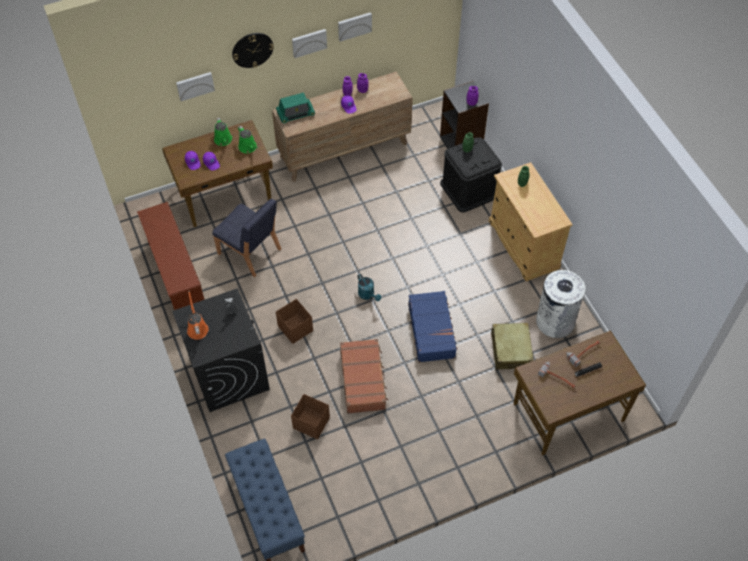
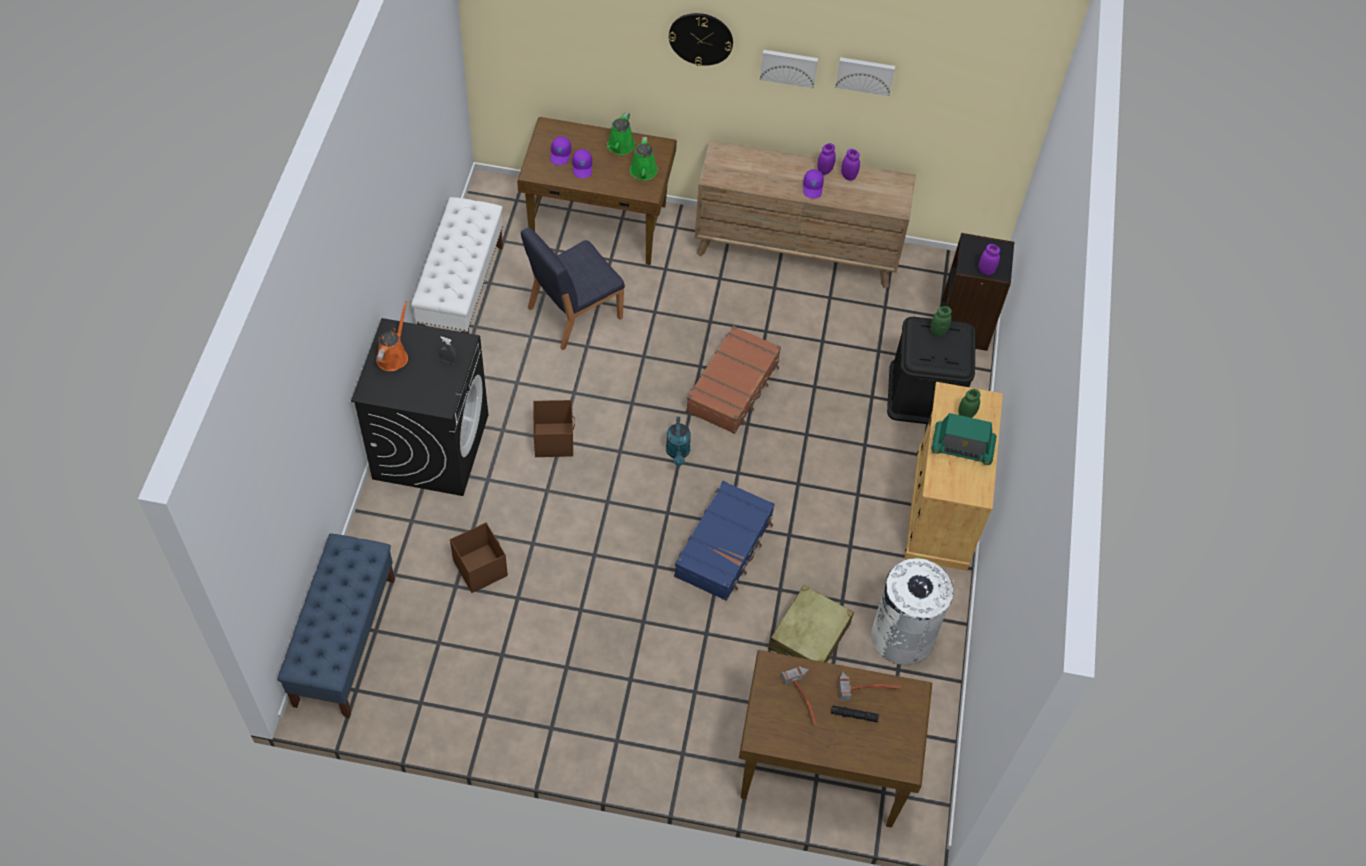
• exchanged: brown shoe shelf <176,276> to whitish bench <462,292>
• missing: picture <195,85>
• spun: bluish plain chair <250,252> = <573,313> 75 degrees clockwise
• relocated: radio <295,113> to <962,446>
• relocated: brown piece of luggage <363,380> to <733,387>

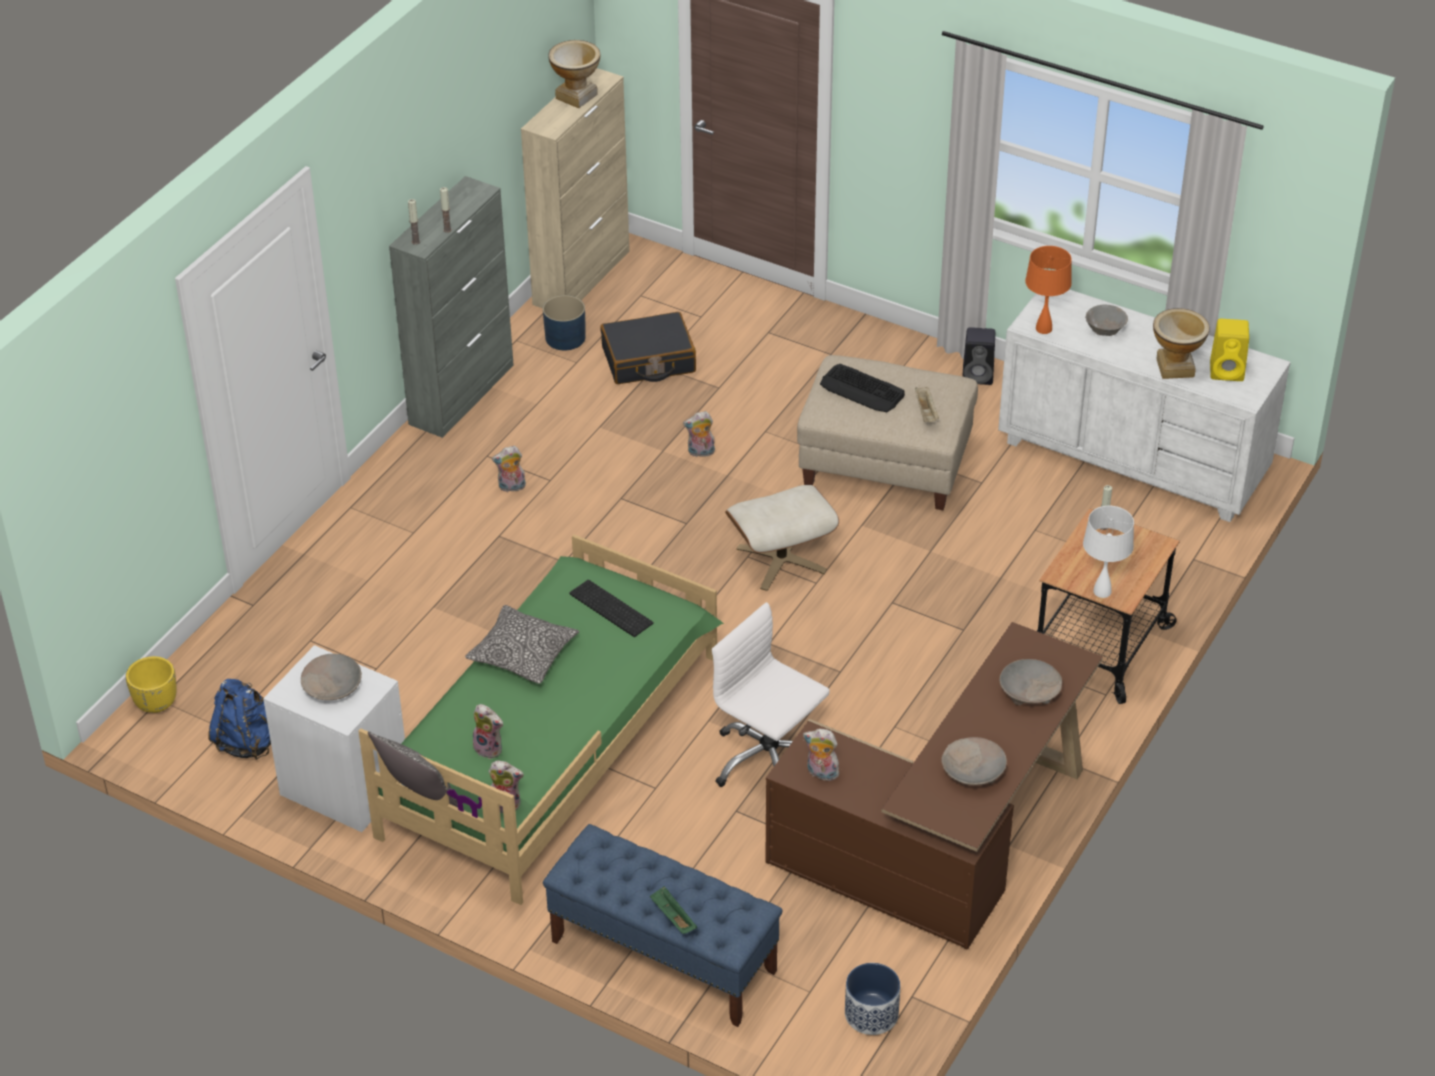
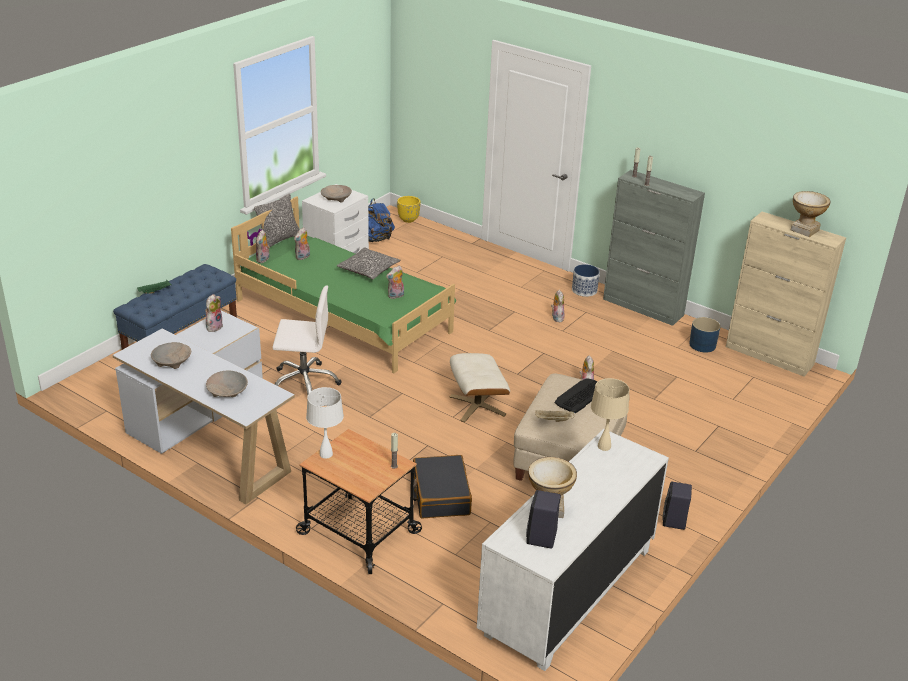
• exchanged: PC keyboard <609,609> to soft toy <396,296>
• relocated: blackish piece of luggage <648,360> to <440,495>
• spun: whitish computer chair <768,761> = <304,382> 45 degrees clockwise
• colour: brown desk table <943,842> to whitish desk table <212,437>
• relocated: plant pot <871,1013> to <584,290>
• colour: orangey lamp for a table <1043,329> to beige lamp for a table <604,446>
• missing: greyish serving bowl <1105,331>
• colour: yellowish speaker <1228,371> to blackish speaker <541,538>

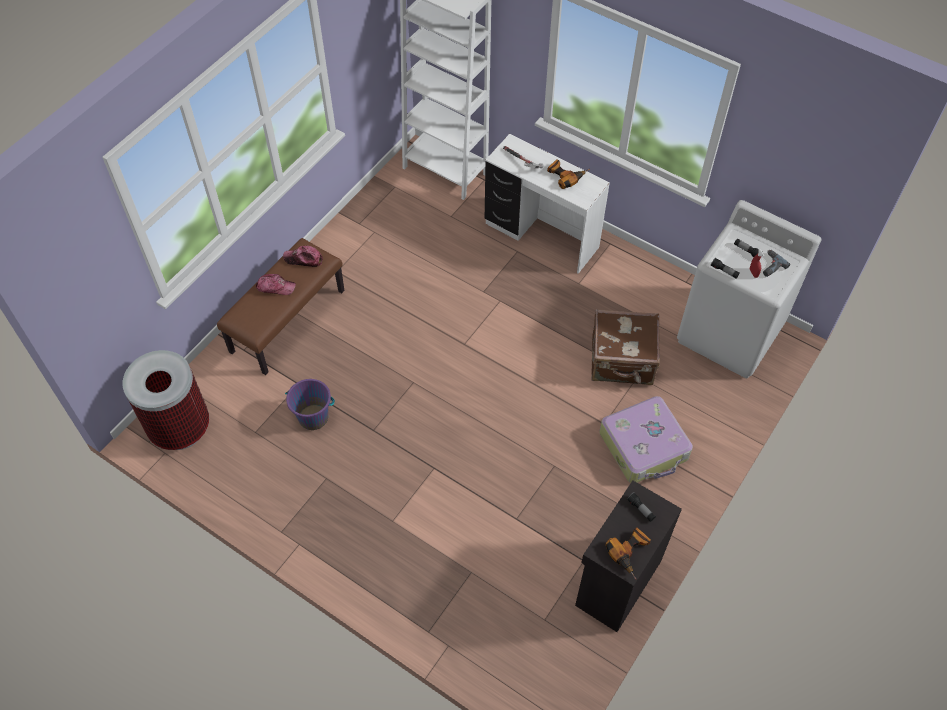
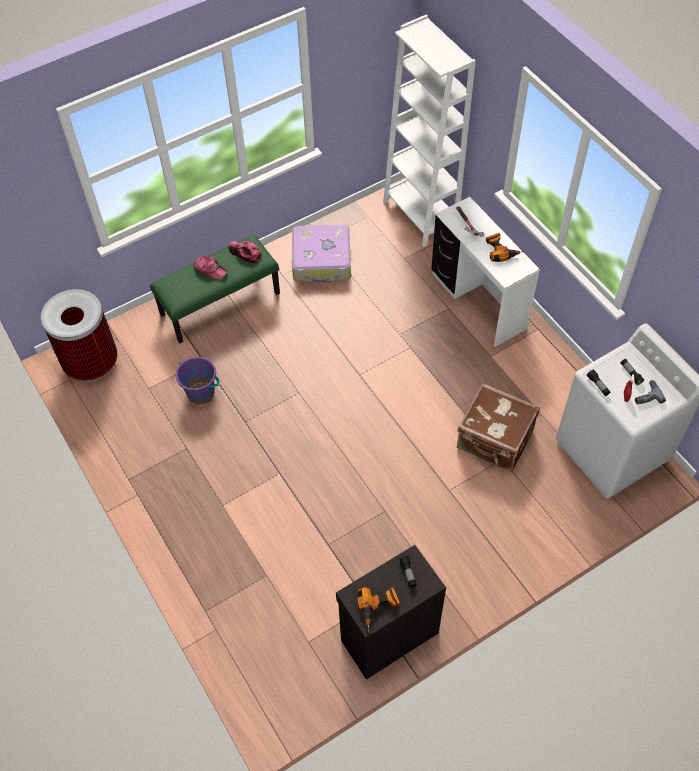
• colour: brown bench <287,320> to greenish bench <220,303>
• relocated: piece of luggage <644,446> to <322,261>

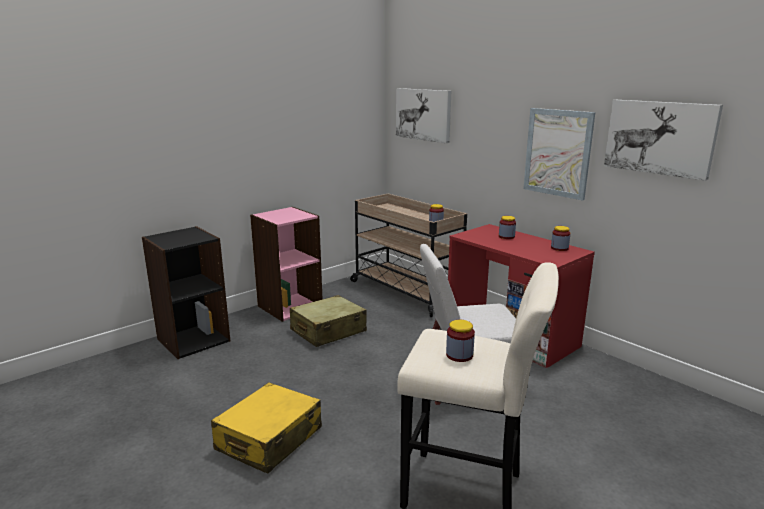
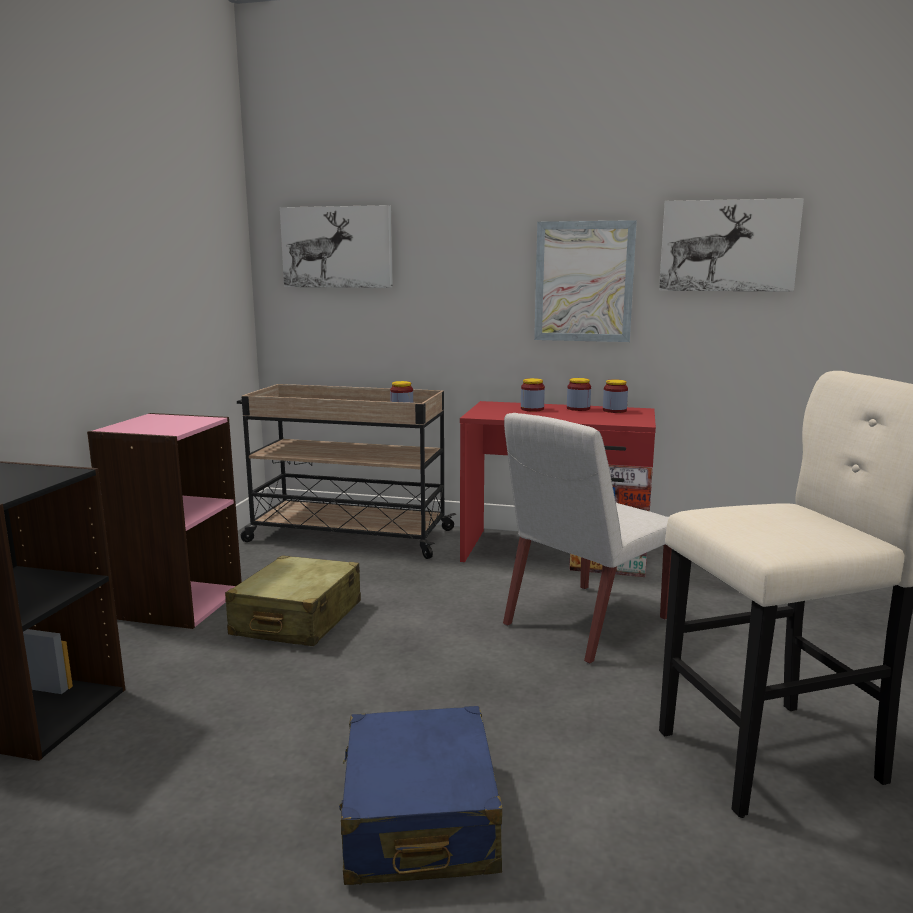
• colour: yellowish piece of luggage <269,439> to bluish piece of luggage <419,819>
• relocated: jar <459,355> to <578,408>

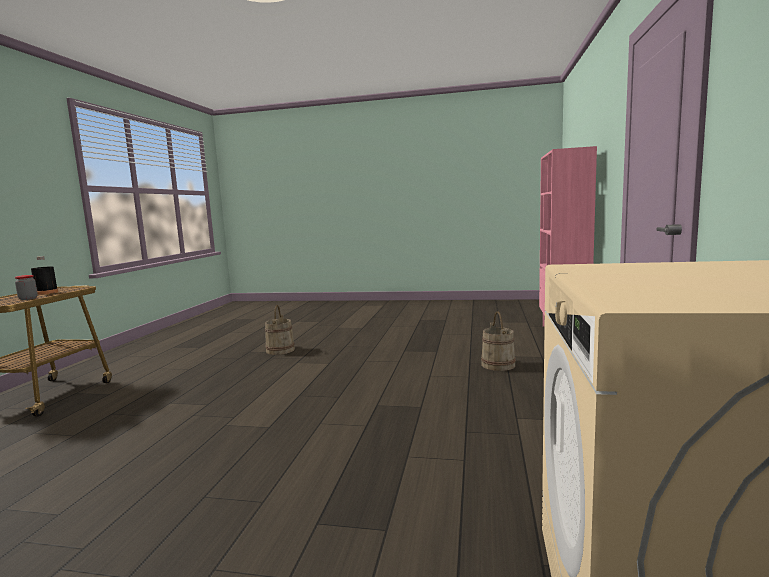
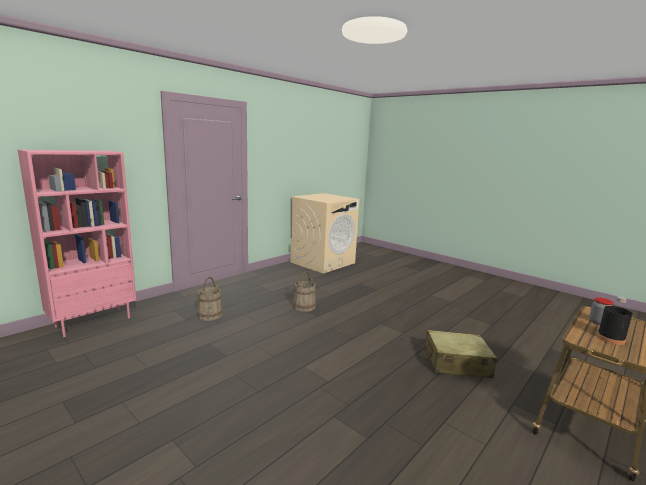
• relocated: beige pail <280,350> to <304,306>
• appeared: beige piece of luggage <456,363>

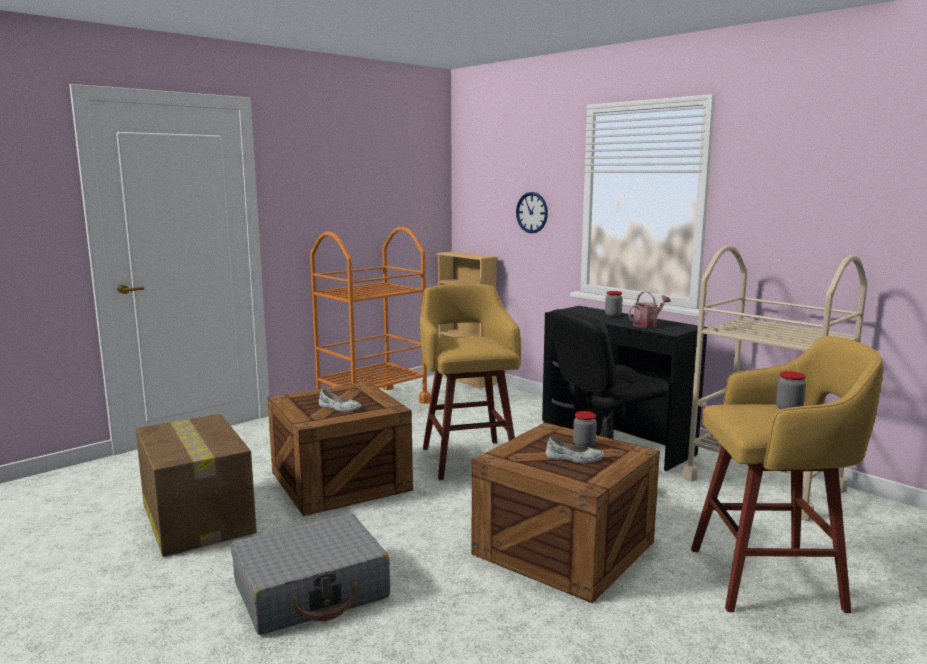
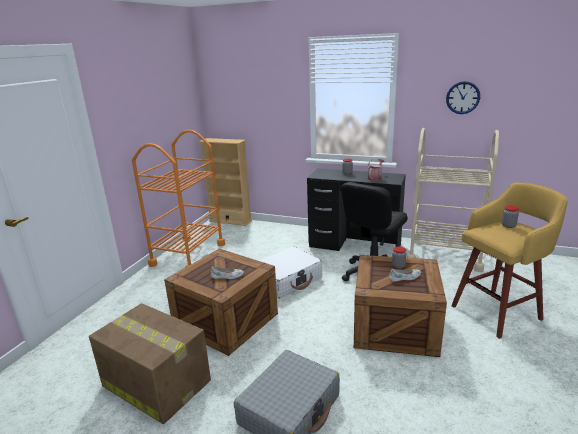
• exchanged: yellowish stool seat <468,458> to whitish piece of luggage <287,280>
• relocated: wall clock <532,212> to <463,97>

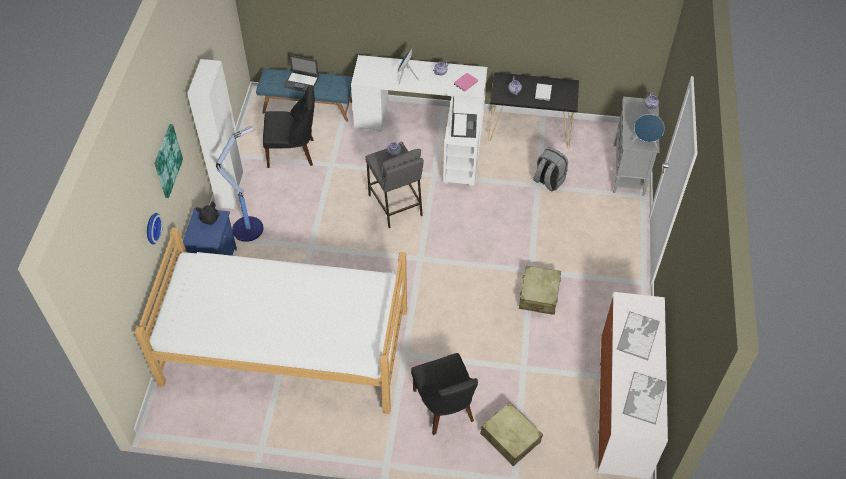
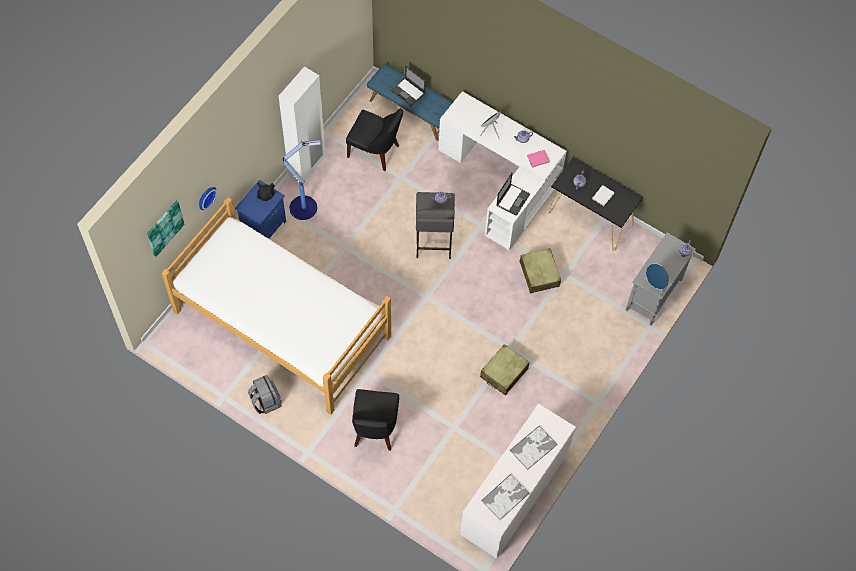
• relocated: picture <167,161> to <164,228>
• relocated: beige piece of luggage <510,438> to <539,274>
• relocated: greyish backpack <548,181> to <265,401>

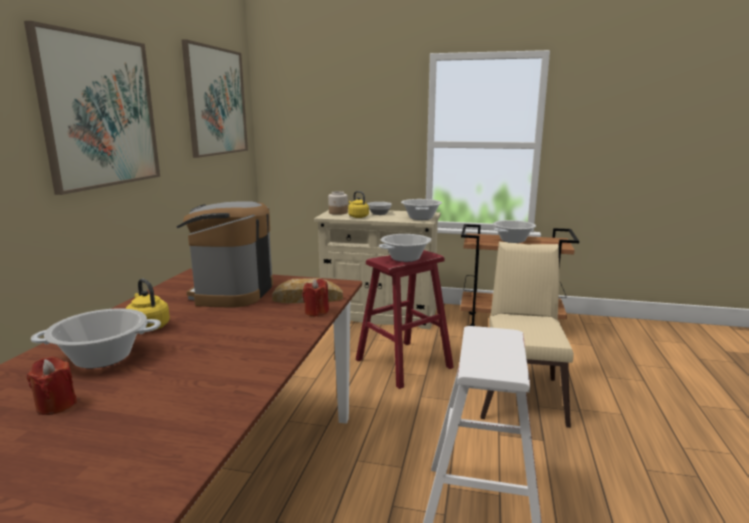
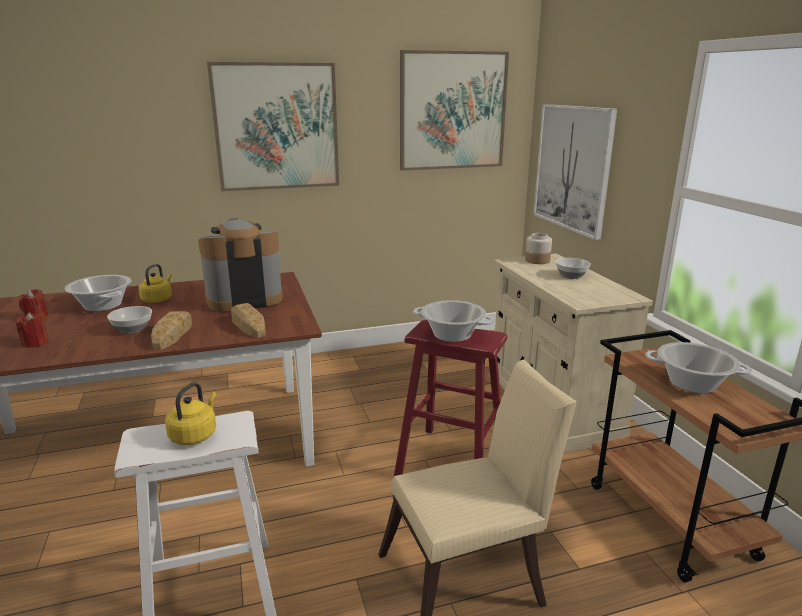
• relocated: red-coloured wax candle <316,312> to <35,343>
• relocated: yellowish kettle <357,216> to <195,435>
• missing: cooking pot <420,218>
• appeared: serving bowl <133,329>
• appeared: bread <172,335>
• appeared: picture <572,168>

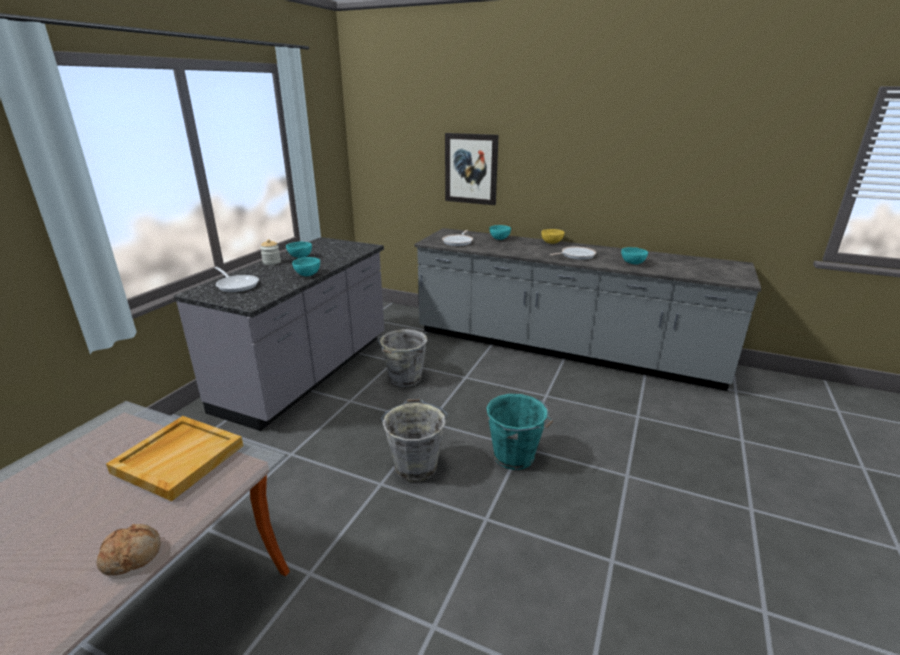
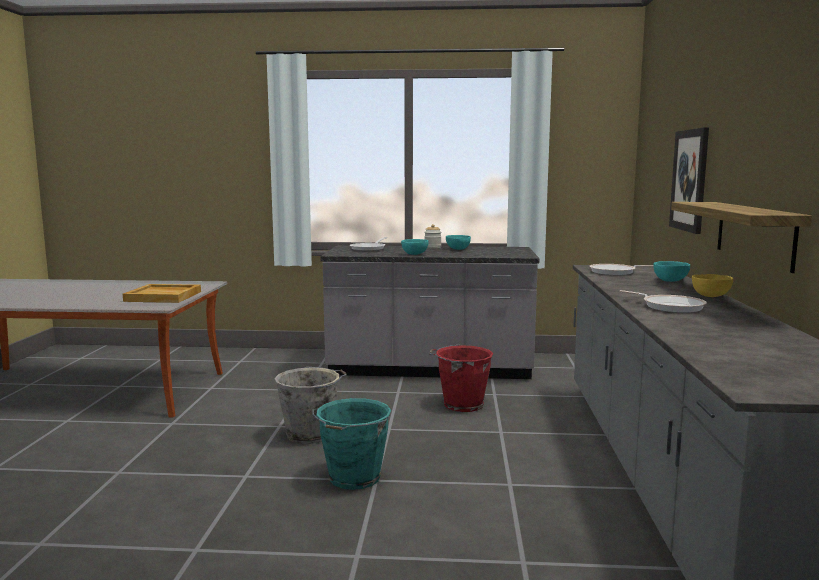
• missing: bread <132,555>
• colour: greyish pail <404,379> to red-coloured pail <461,405>
• missing: blue-green serving bowl <632,263>
• appeared: bracket shelf <754,233>

